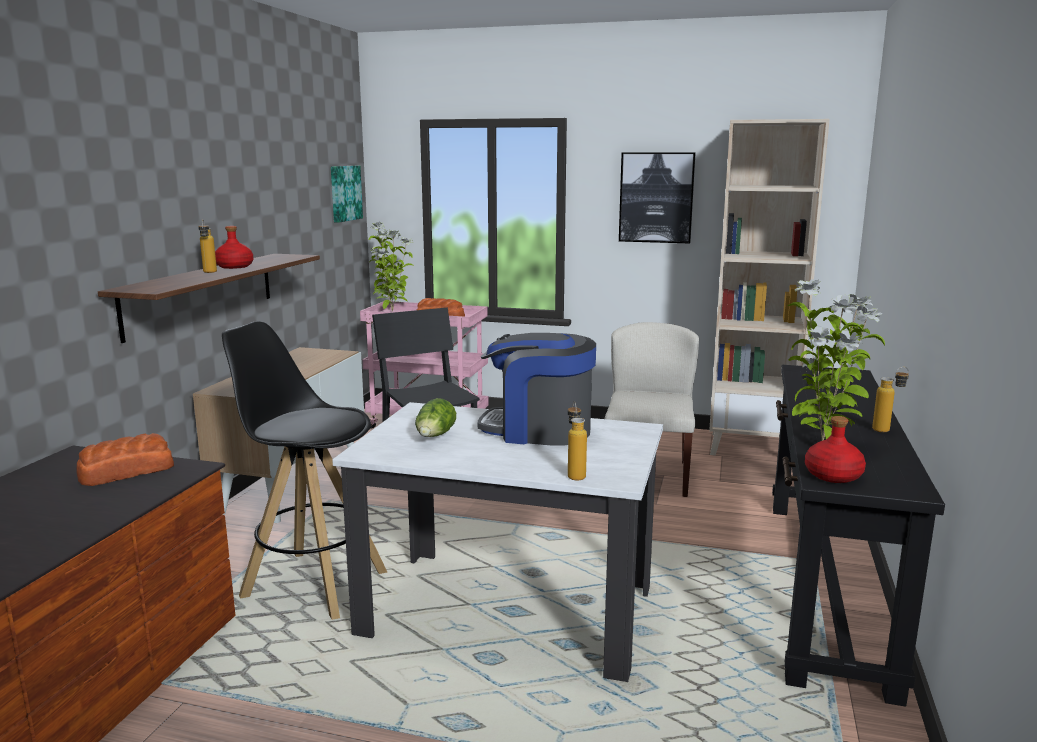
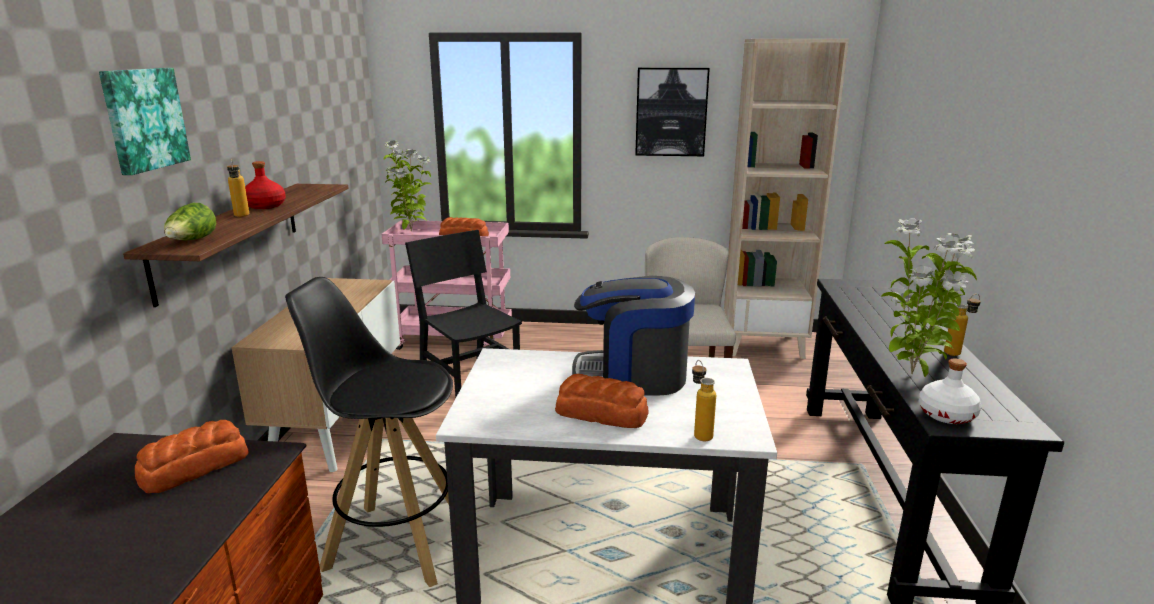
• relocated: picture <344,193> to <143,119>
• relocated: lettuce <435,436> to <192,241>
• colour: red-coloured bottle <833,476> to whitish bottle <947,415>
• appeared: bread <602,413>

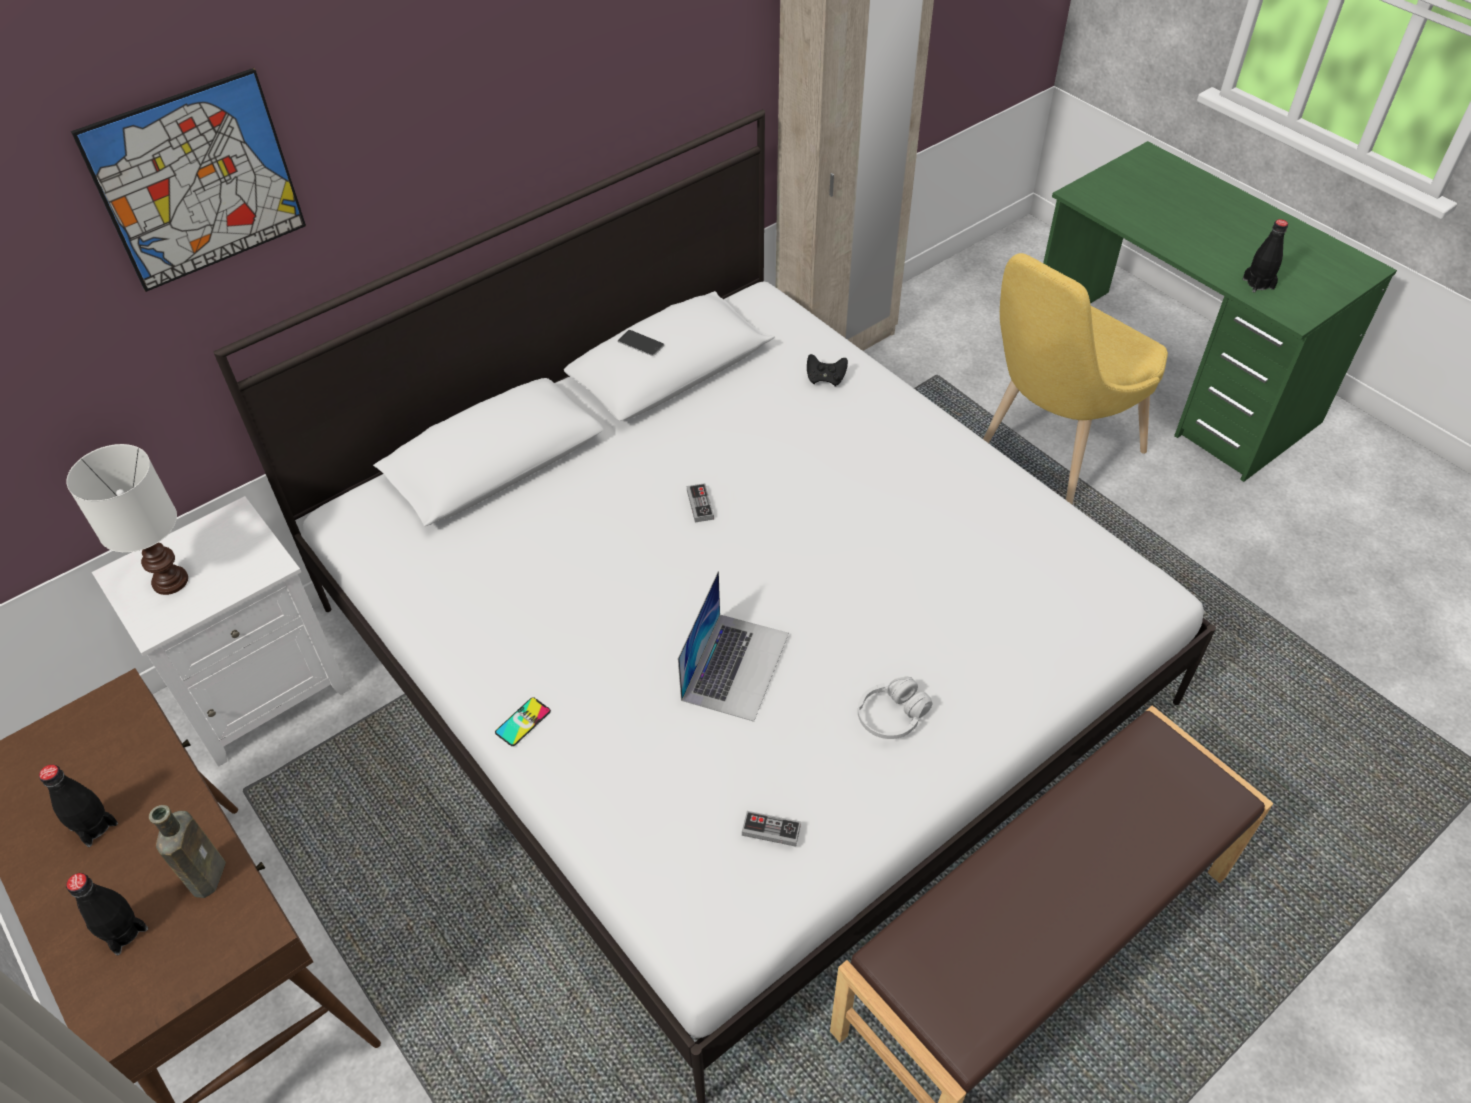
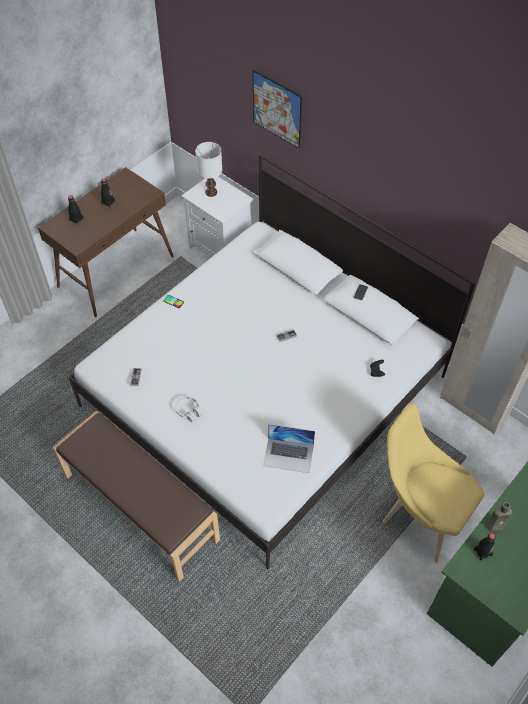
• relocated: brown bottle <208,873> to <496,526>
• relocated: laptop <735,665> to <288,455>

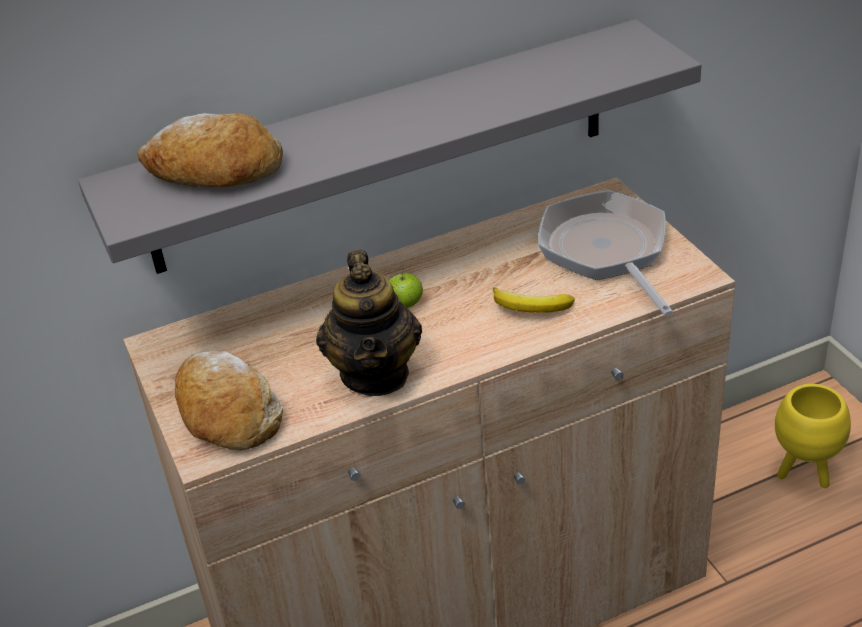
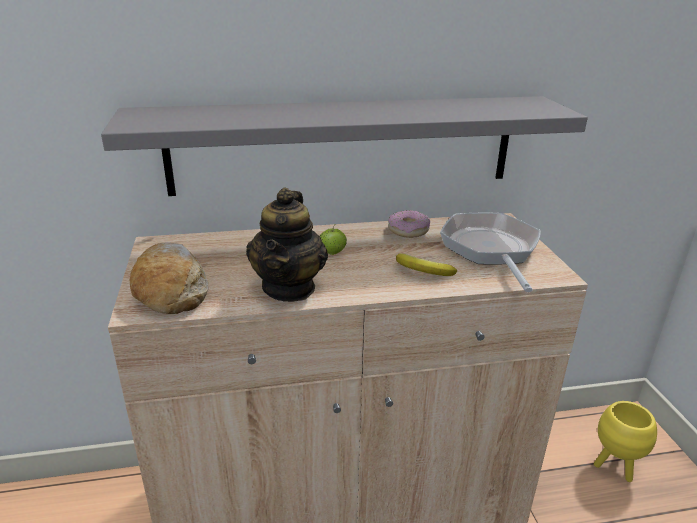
• missing: bread <215,172>
• appeared: donut <408,230>

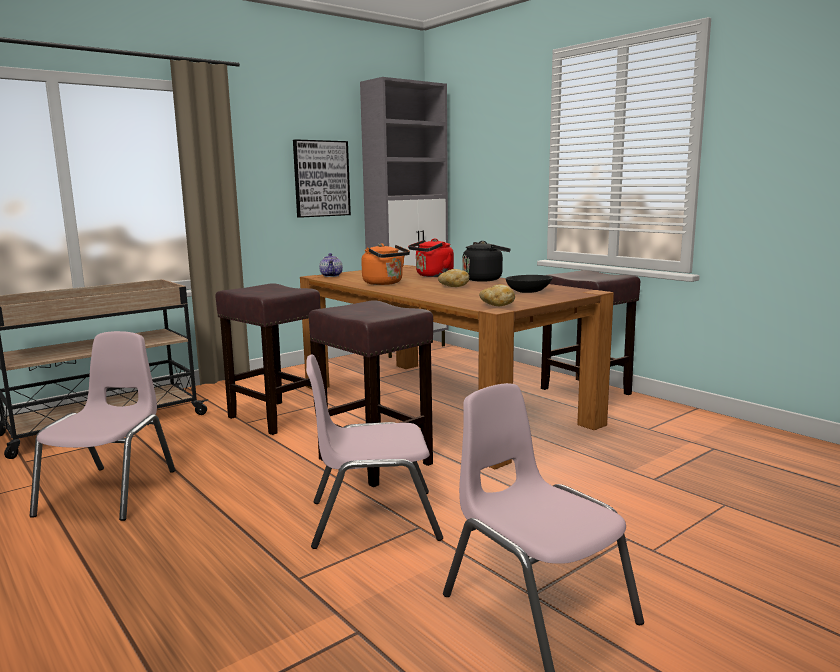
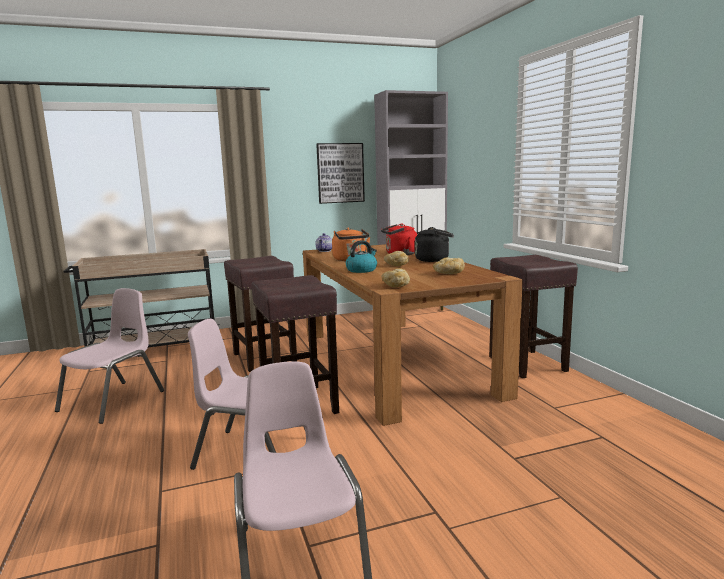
• exchanged: blackish serving bowl <528,291> to bread <448,273>
• appeared: kettle <362,270>

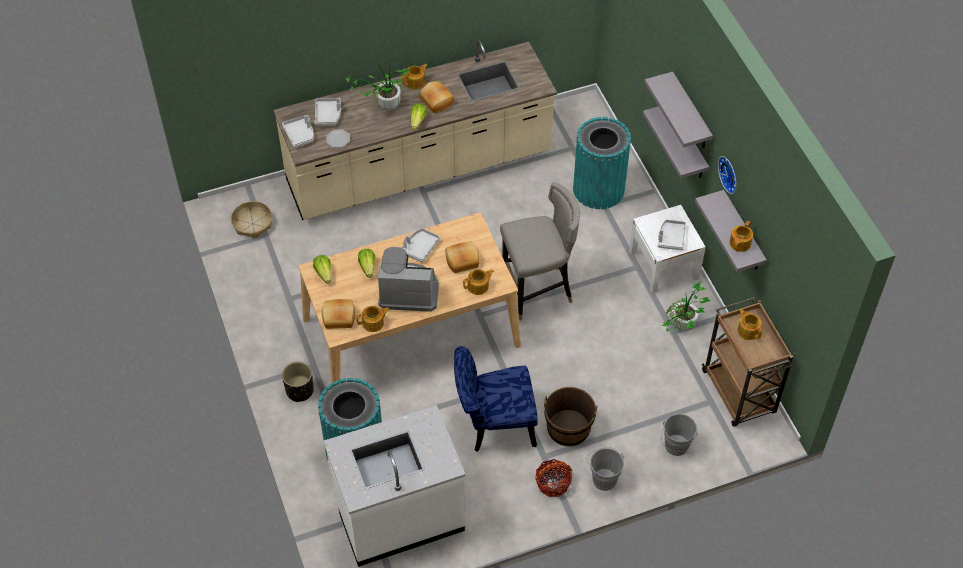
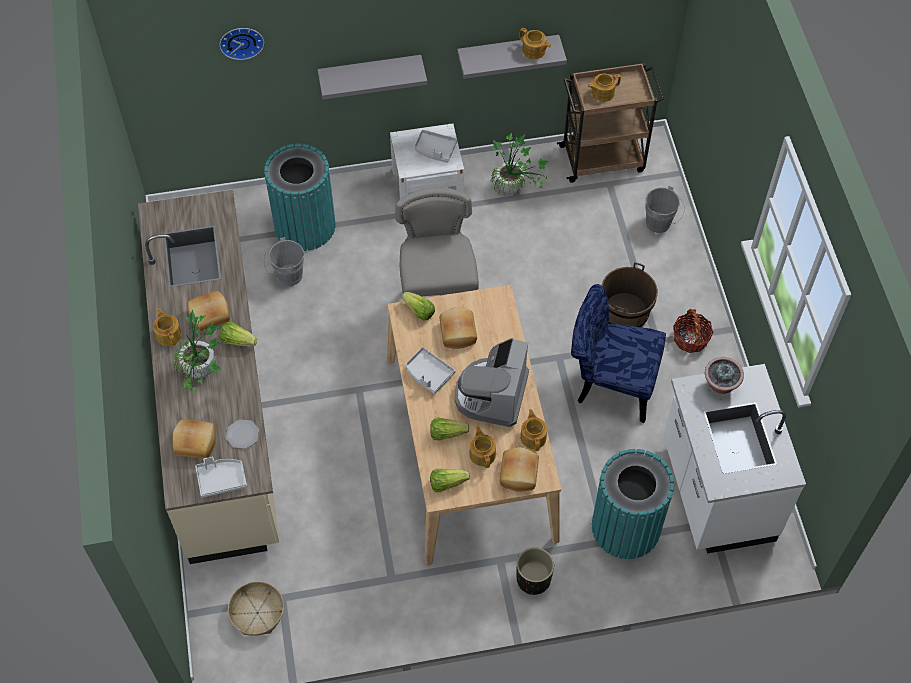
• exchanged: greyish tray <328,115> to bread <196,441>
• spun: bluish plain chair <493,424> = <610,382> 105 degrees clockwise
• relocated: pot for tea <478,286> to <482,454>
• relocated: greyish pail <603,477> to <287,276>
• missing: greyish bracket shelf <690,113>
• relocated: wall clock <730,174> to <241,41>
• appeared: lettuce <419,311>
• appeared: potted plant <720,385>

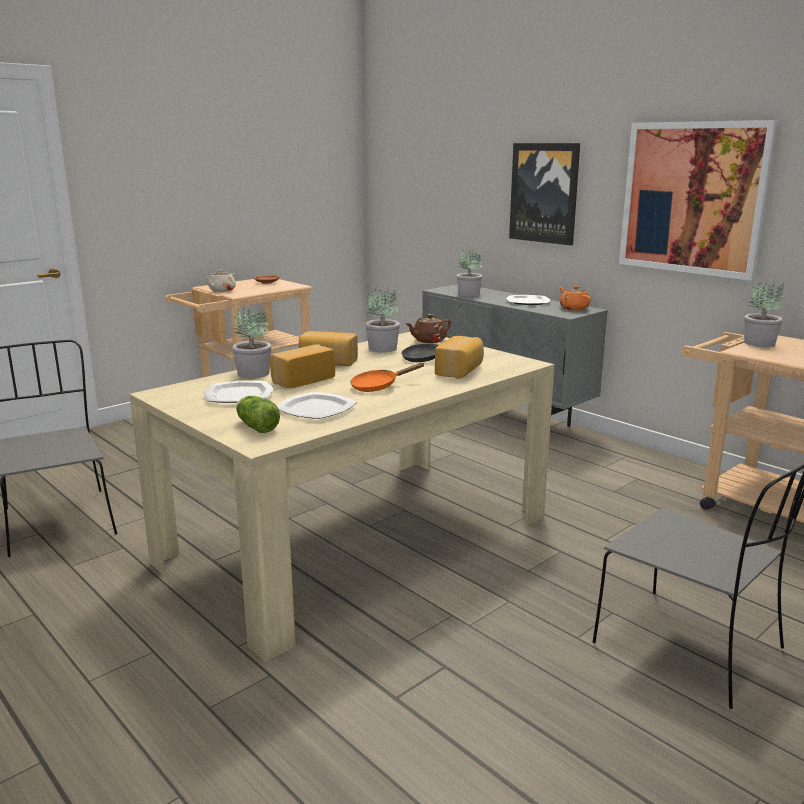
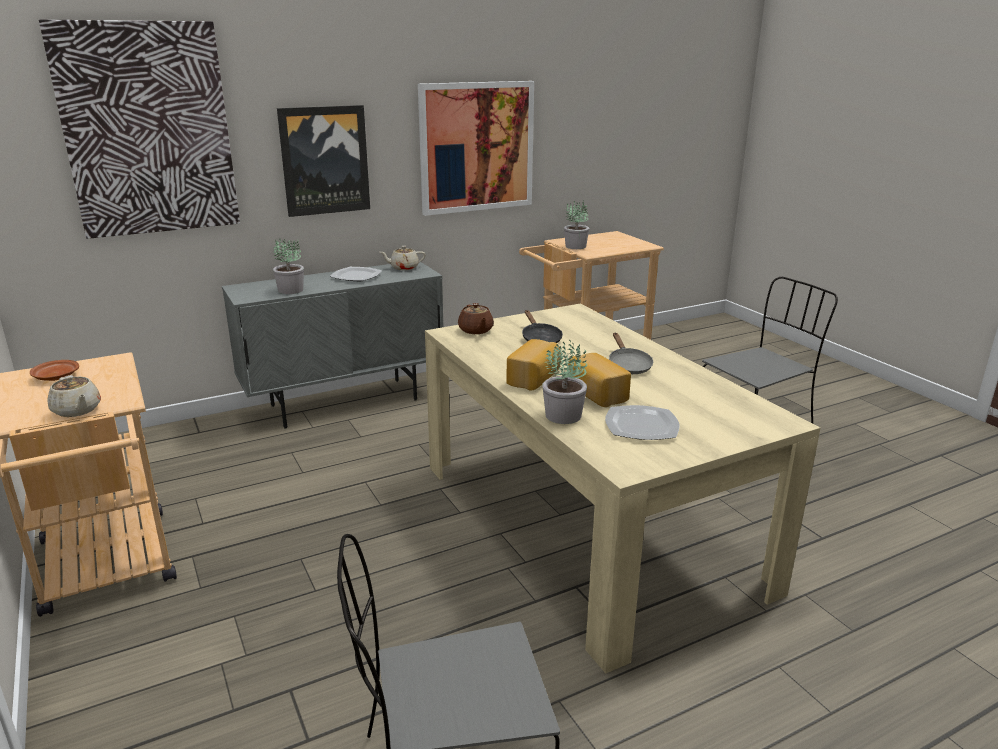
• missing: lettuce <256,426>
• missing: dinner plate <315,409>
• colour: orangey pan <378,386> to greyish pan <628,365>
• missing: potted plant <383,348>
• missing: bread <460,370>
• colour: orangey pot for tea <573,308> to beige pot for tea <403,268>
• appeared: picture <148,130>

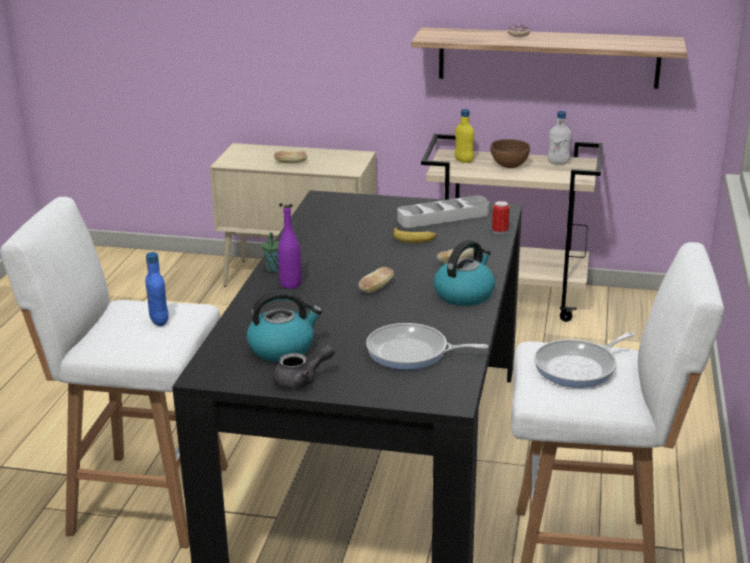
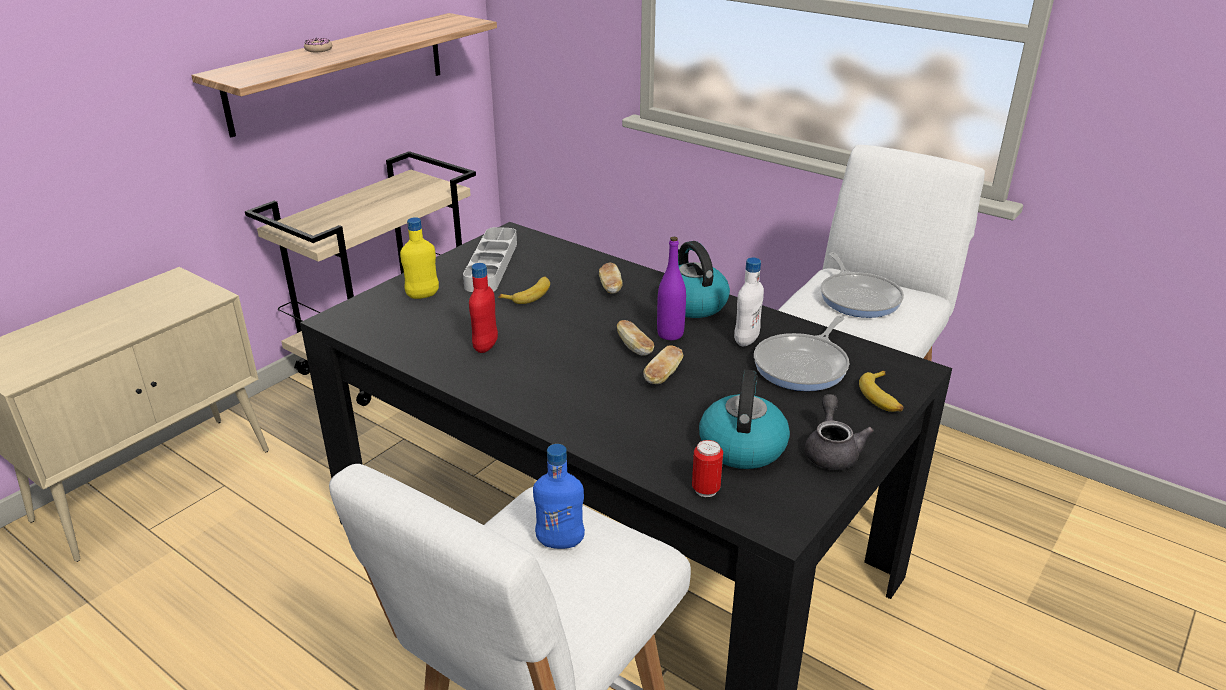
• missing: greenish small cup <273,269>
• relocated: bread <291,163> to <663,375>
• relocated: purple-coloured bottle <290,284> to <670,334>
• relocated: yellowish bottle <463,161> to <423,295>
• missing: brown serving bowl <508,165>
• relocated: metal can <500,231> to <705,489>
• relocated: whitish bottle <558,163> to <746,340>
• appeared: red-coloured bottle <485,346>
• appeared: whole banana <882,397>

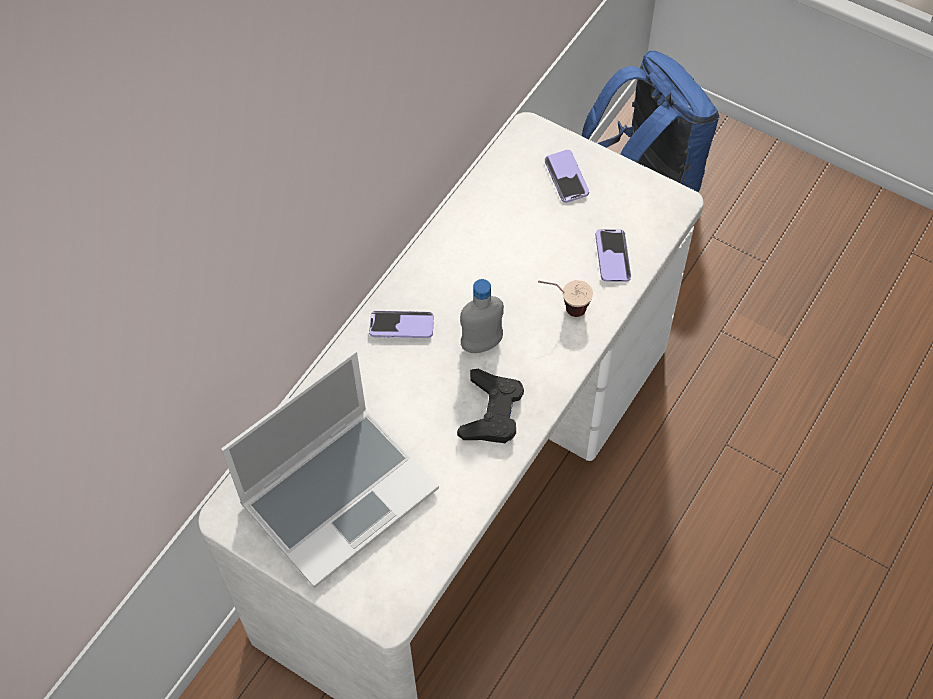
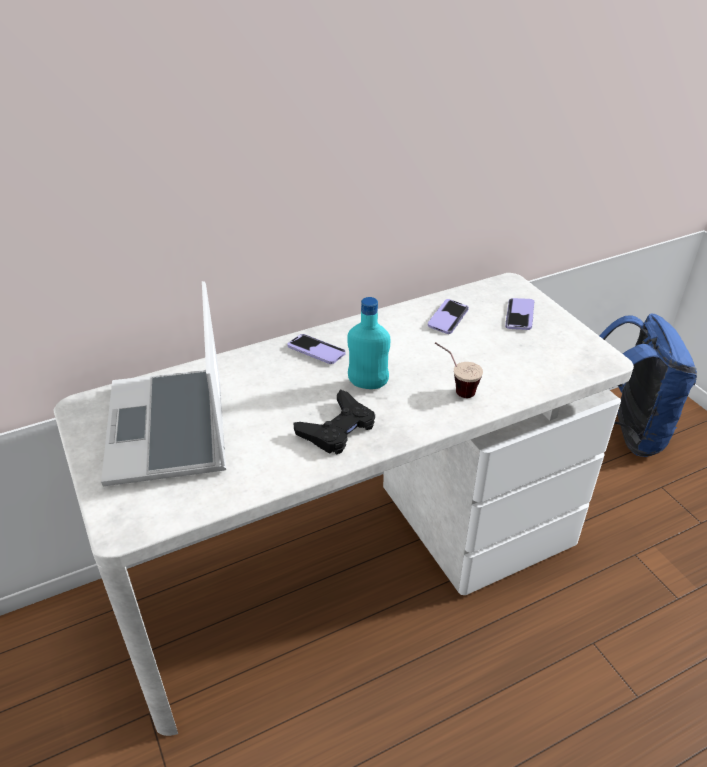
• spun: laptop <340,493> = <170,429> 90 degrees clockwise
• colour: greyish bottle <482,344> to blue-green bottle <368,384>
• relocated: telephone <612,256> to <448,318>

